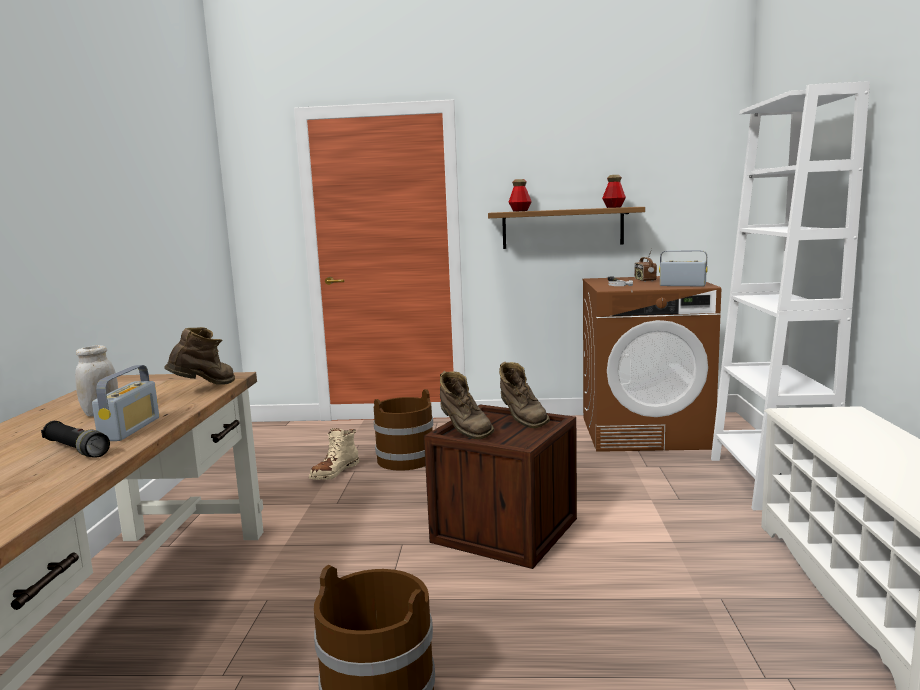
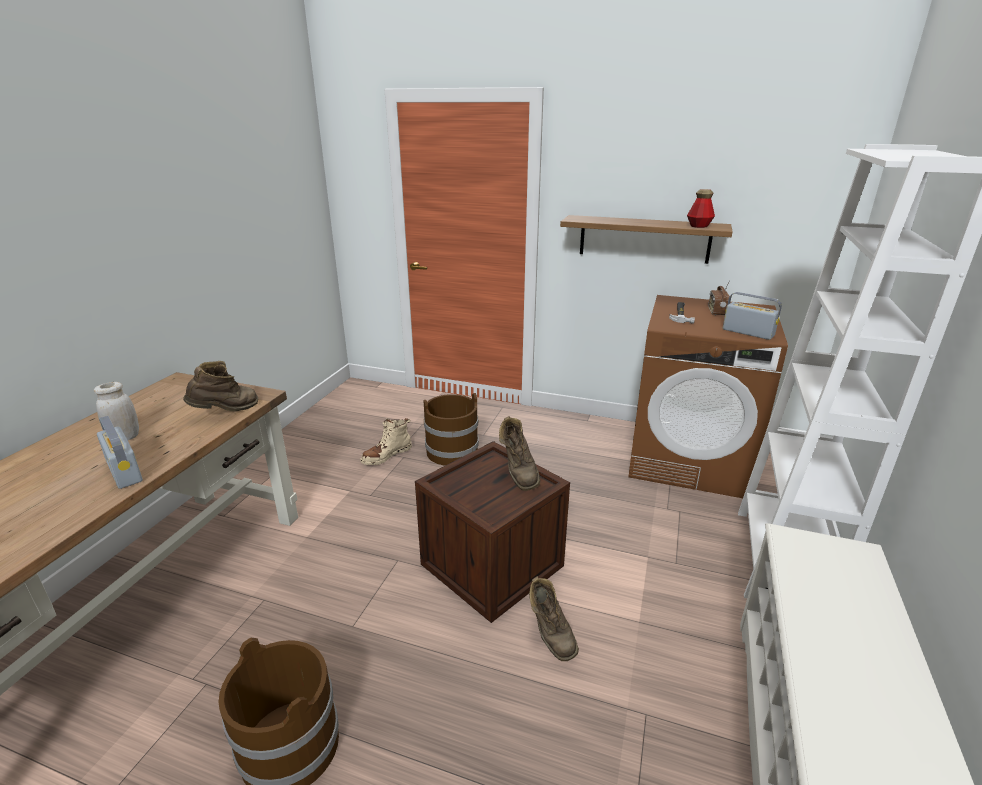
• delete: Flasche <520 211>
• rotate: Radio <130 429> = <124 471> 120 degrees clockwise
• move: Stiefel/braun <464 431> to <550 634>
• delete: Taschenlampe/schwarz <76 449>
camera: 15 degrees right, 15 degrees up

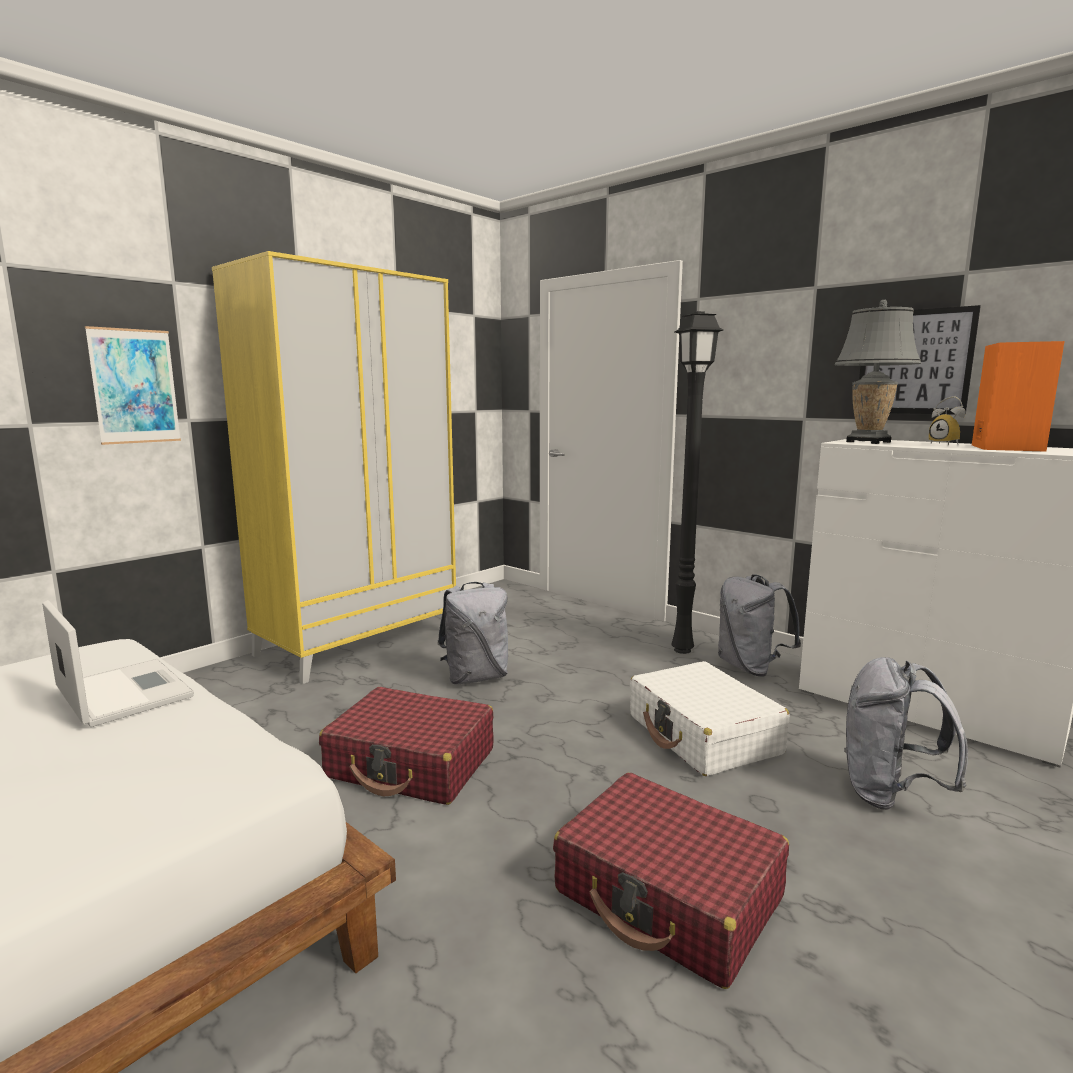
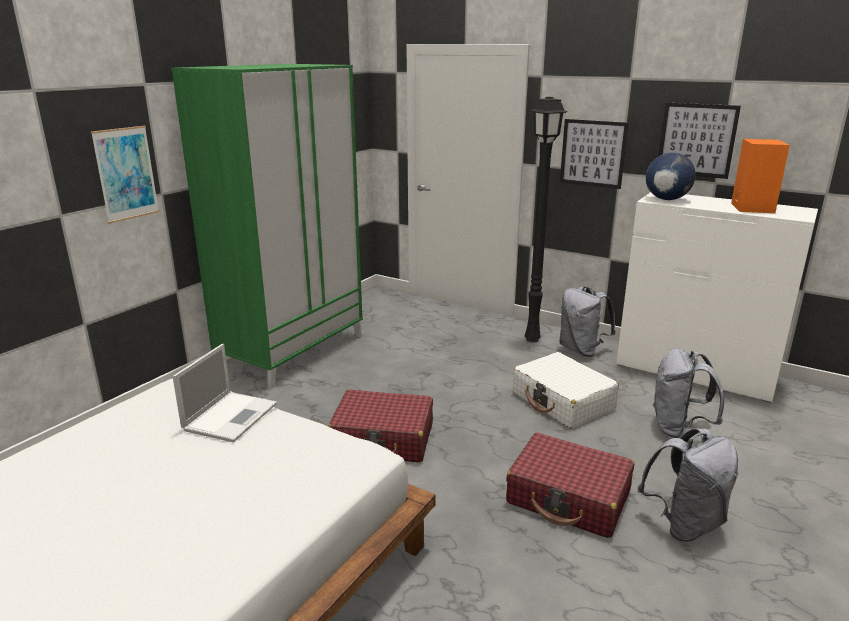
• recolor: Kleiderschrank/gelb <359 642> to Kleiderschrank/grün <292 351>
• replace: Tischlampe/grau <868 442> to Globus <666 199>
• delete: Wecker <946 444>
• move: Rucksack/grau <475 677> to <684 524>
• rotate: Laptop <122 692> = <231 416> 75 degrees clockwise
• insert: Bild <592 153>
camera: 10 degrees left, 10 degrees up

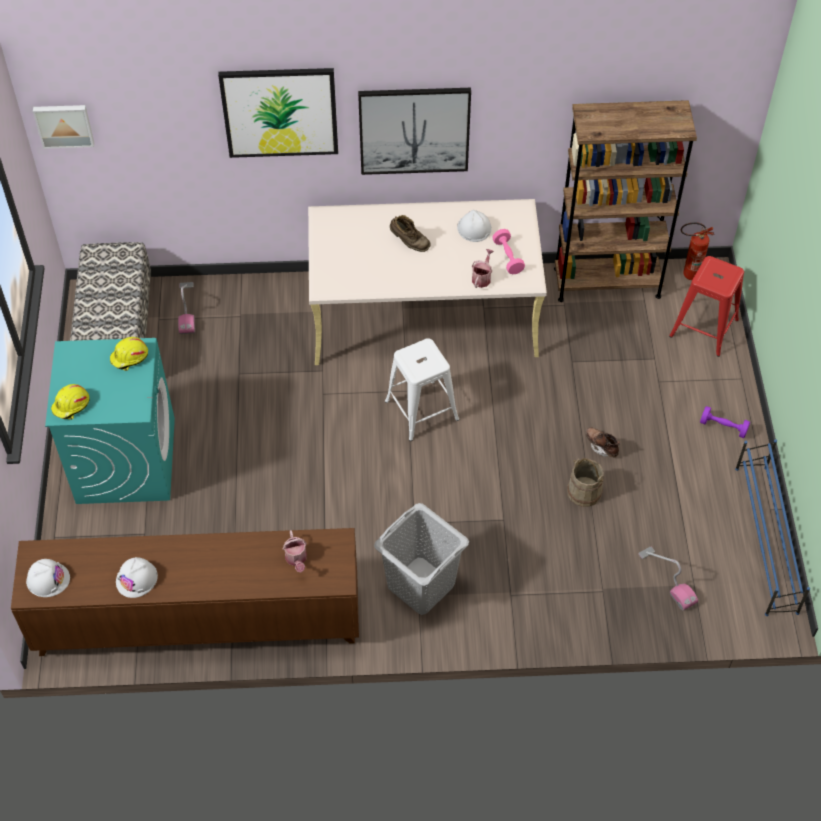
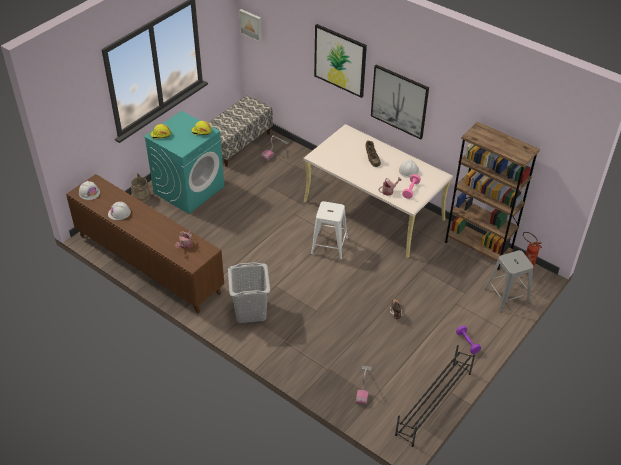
• recolor: Hocker/rot <704 328> to Hocker/grau <506 296>
• recolor: Schuhregal/blau <765 539> to Schuhregal/schwarz <433 403>
• move: Eimer/beige <584 492> to <141 196>
camera: 40 degrees right, 10 degrees down

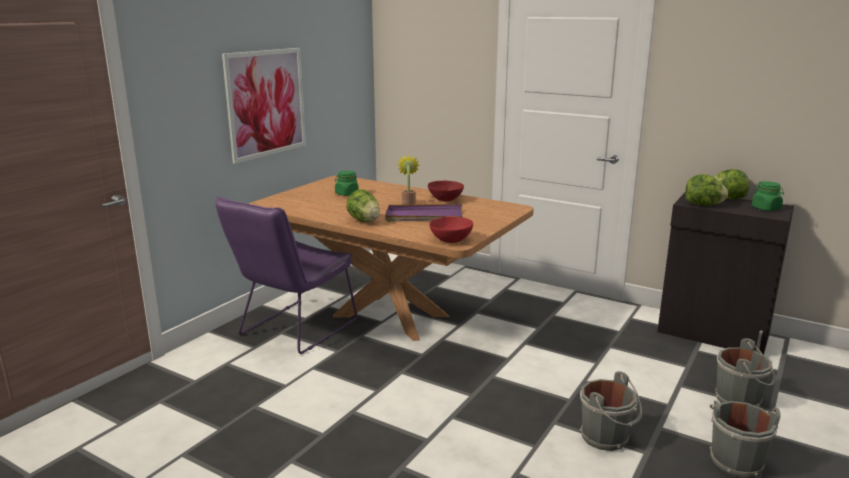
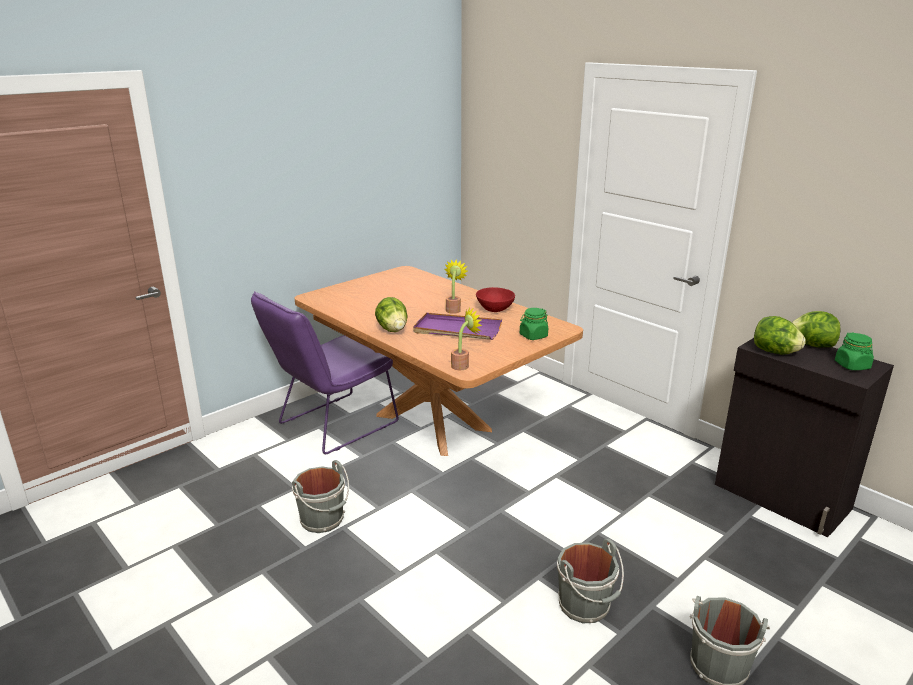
• delete: Bild <266 103>
• move: Vorratsglas/grün <346 194> to <533 336>
• replace: Schüssel/rot <450 240> to Topfpflanze <463 365>
• move: Eimer/grau <740 400> to <323 520>
camera: 15 degrees right, 5 degrees up

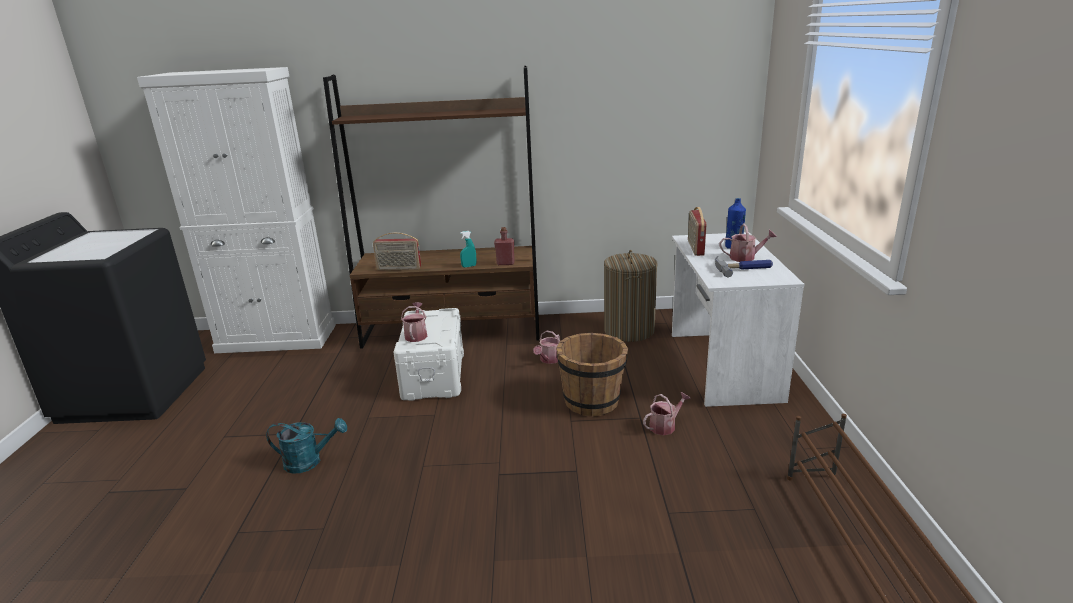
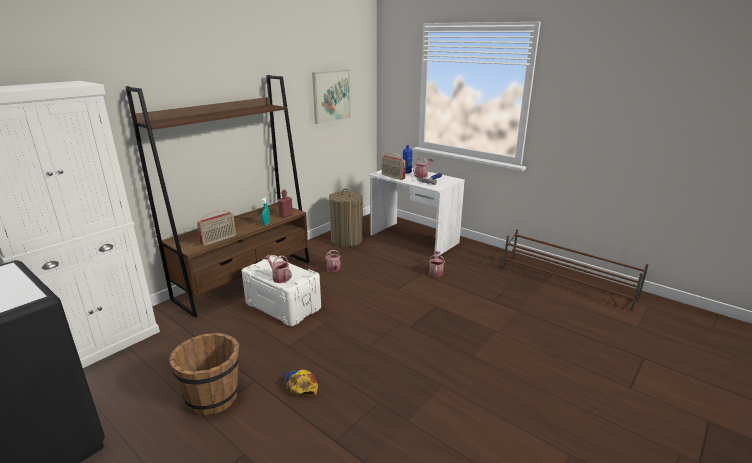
• move: Eimer/braun <592 401> to <213 396>
• replace: Gießkanne/türkis <309 461> to Kappe <301 385>
• insert: Bild <331 96>
camera: 50 degrees left, 0 degrees up

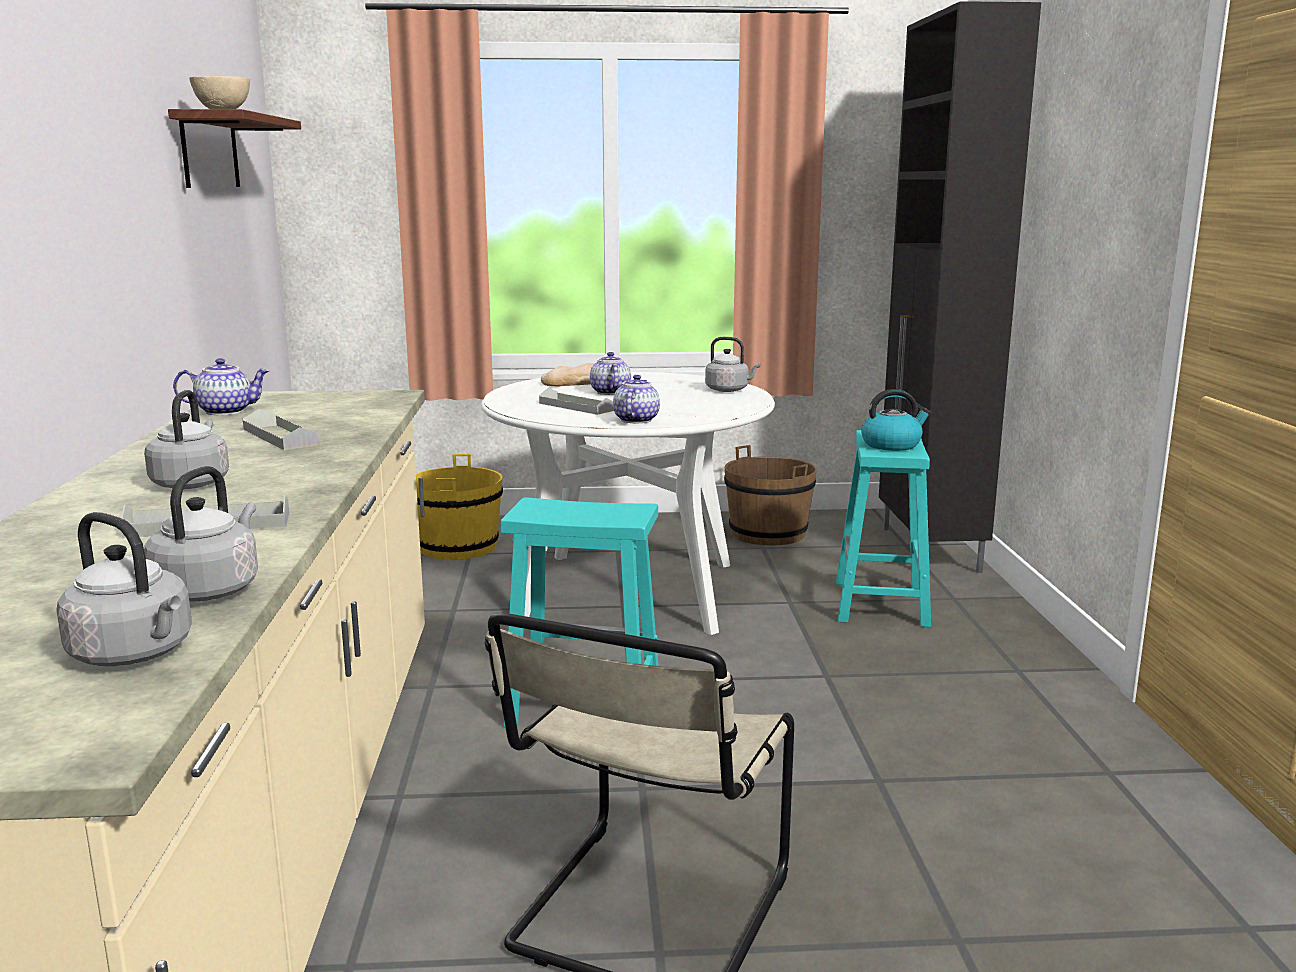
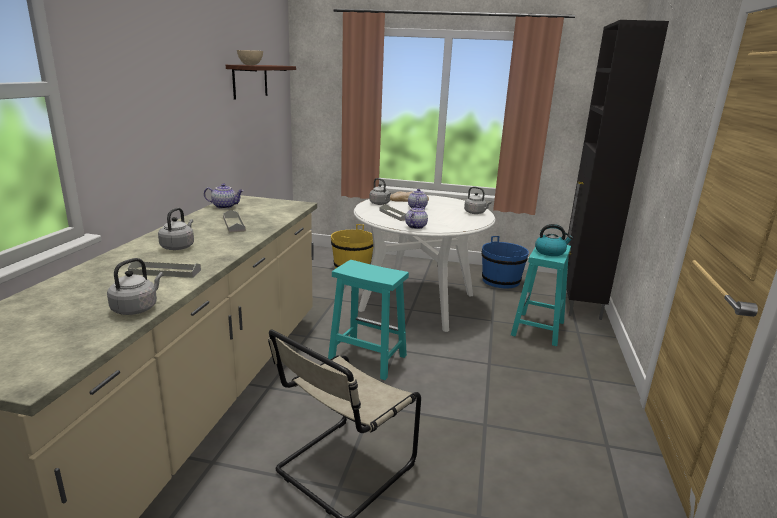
• recolor: Eimer/braun <768 534> to Eimer/blau <501 281>
• move: Wasserkessel/grau <135 654> to <380 204>
camera: 15 degrees right, 5 degrees up

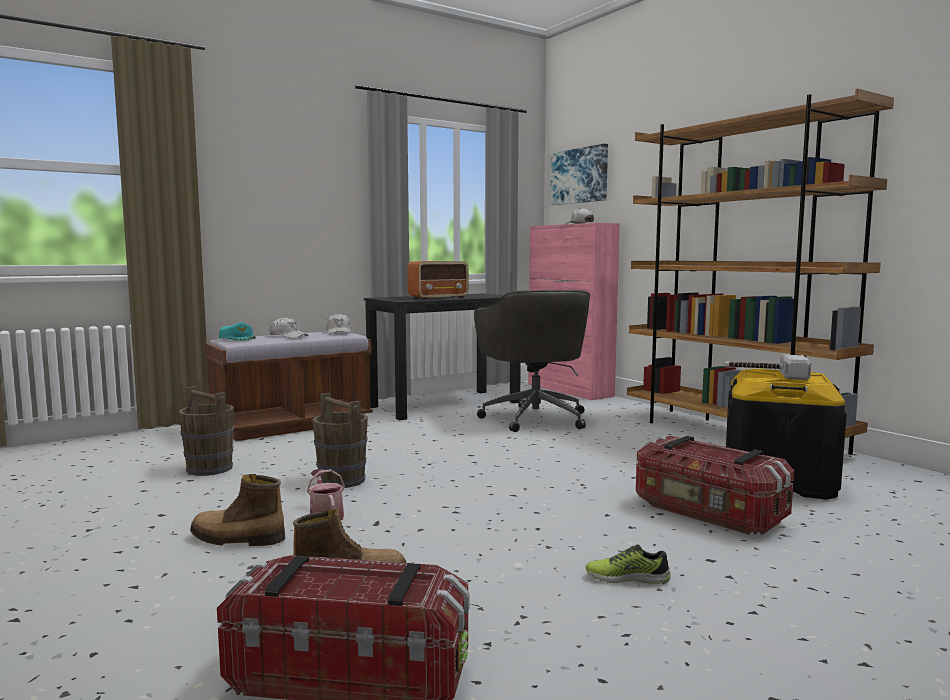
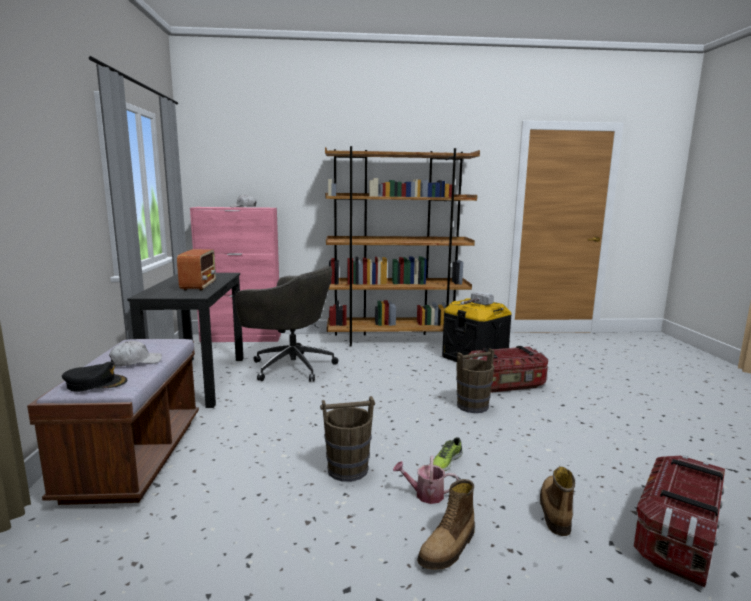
• delete: Bild <579 176>
• delete: Kappe/weiß <339 332>
• recolor: Kappe/türkis <237 338> to Kappe/schwarz <96 383>
• move: Eimer/braun <210 469> to <473 406>
• move: Schuh <627 577> to <446 461>
camera: 60 degrees left, 5 degrees up

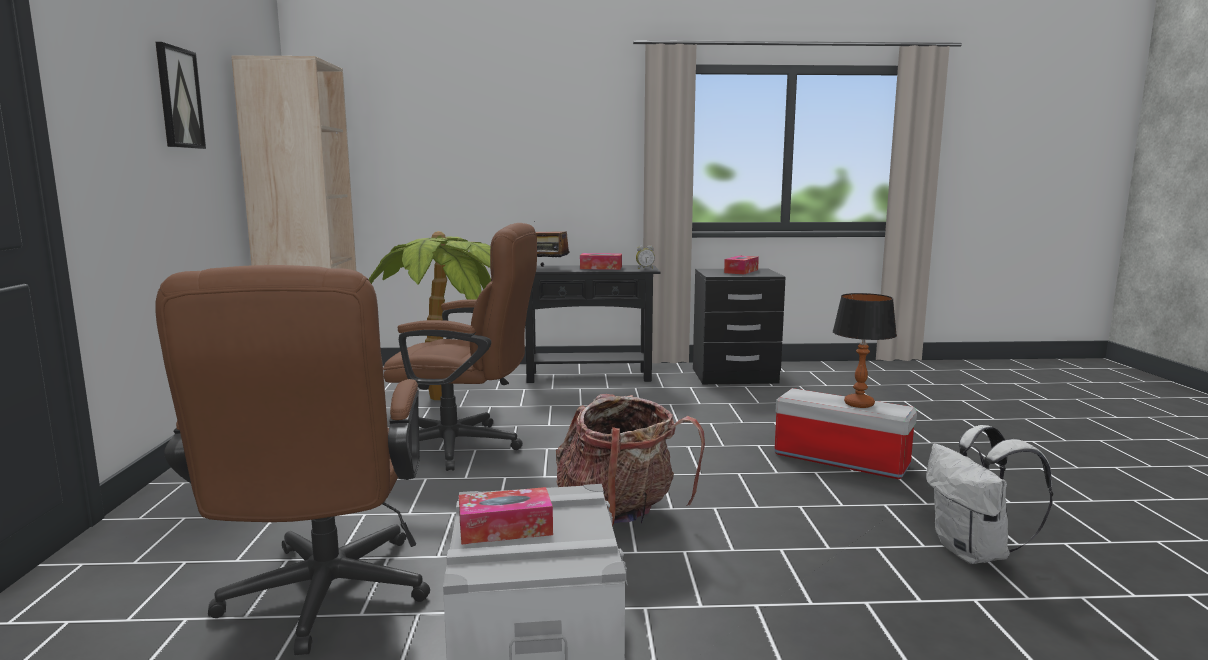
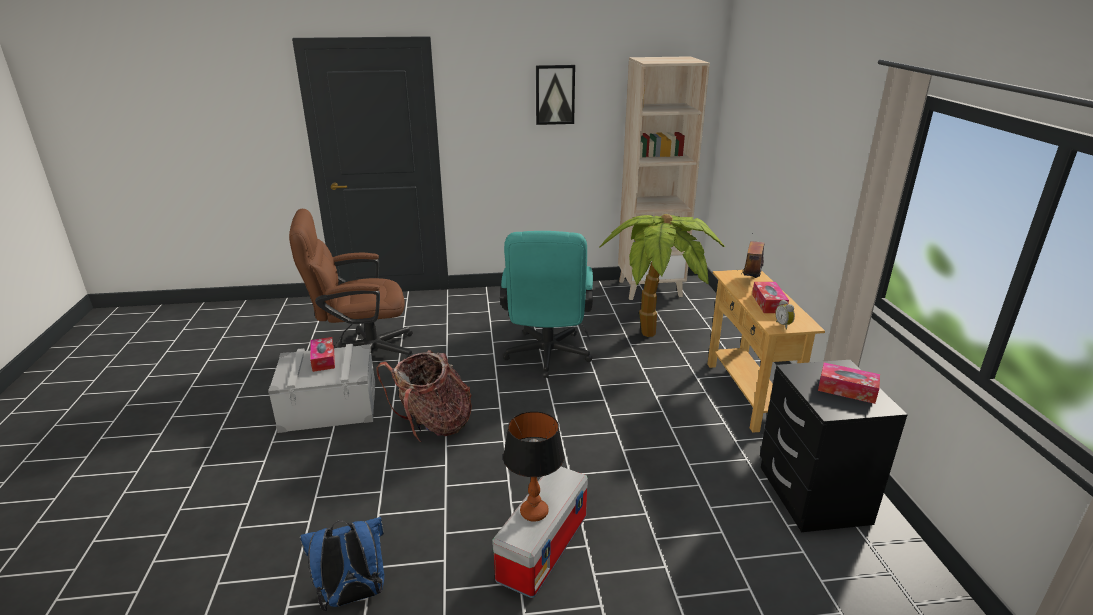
• recolor: Bürostuhl/braun <465 446> to Bürostuhl/türkis <547 358>
• recolor: Konsolentisch/schwarz <588 376> to Konsolentisch/beige <747 394>
• recolor: Rucksack/weiß <975 553> to Rucksack/blau <353 596>
camera: 85 degrees right, 15 degrees up

